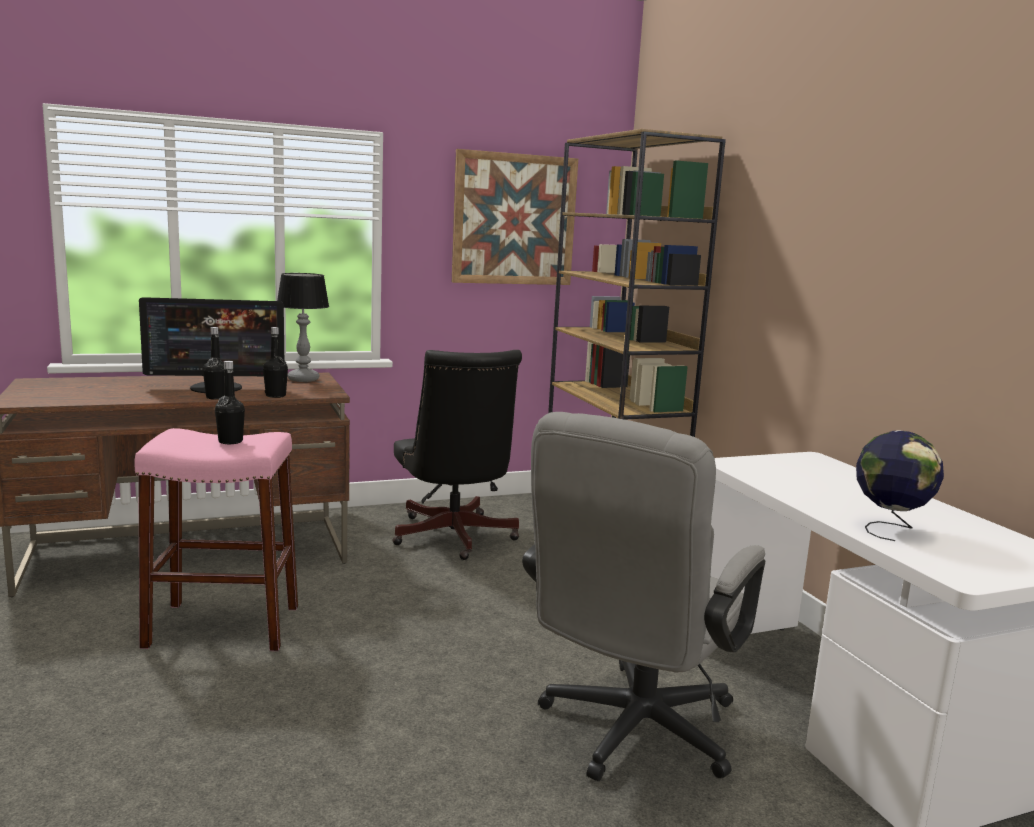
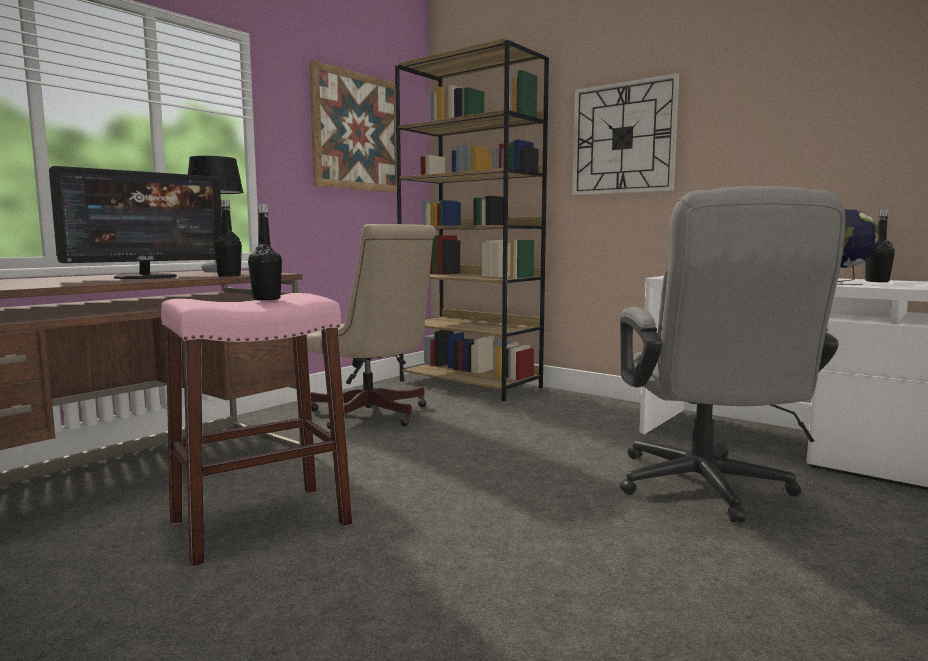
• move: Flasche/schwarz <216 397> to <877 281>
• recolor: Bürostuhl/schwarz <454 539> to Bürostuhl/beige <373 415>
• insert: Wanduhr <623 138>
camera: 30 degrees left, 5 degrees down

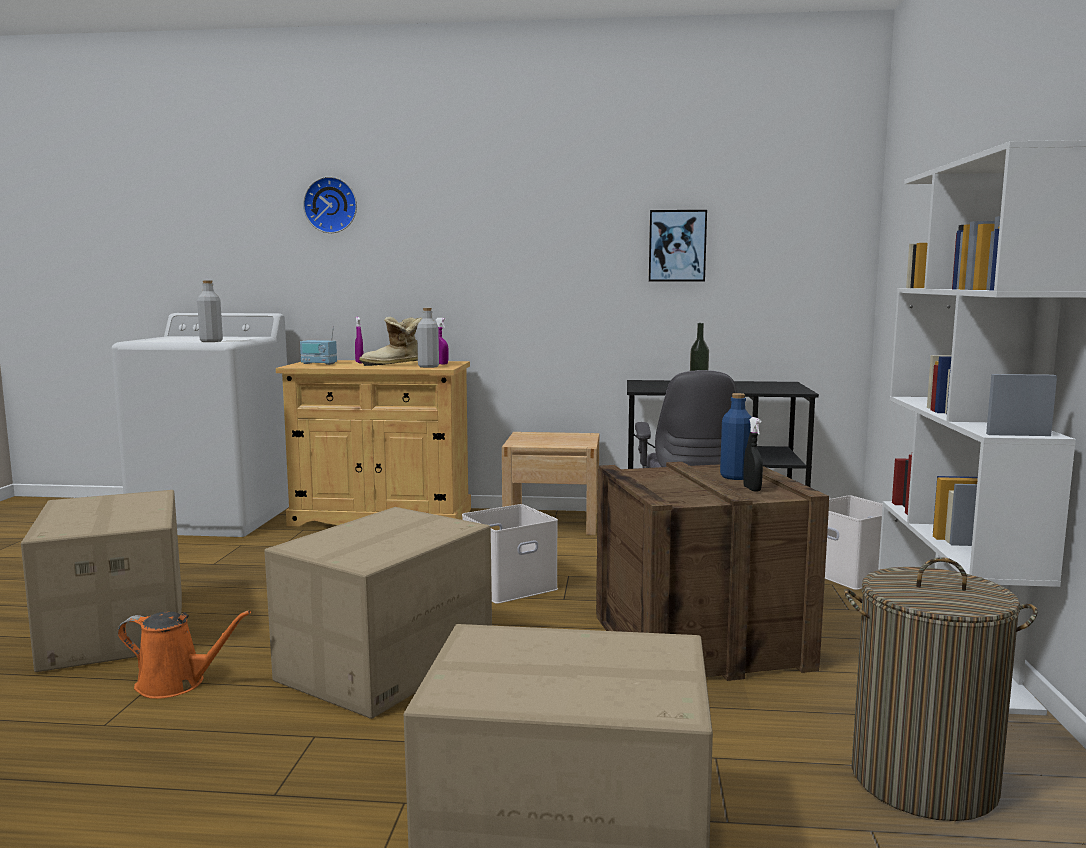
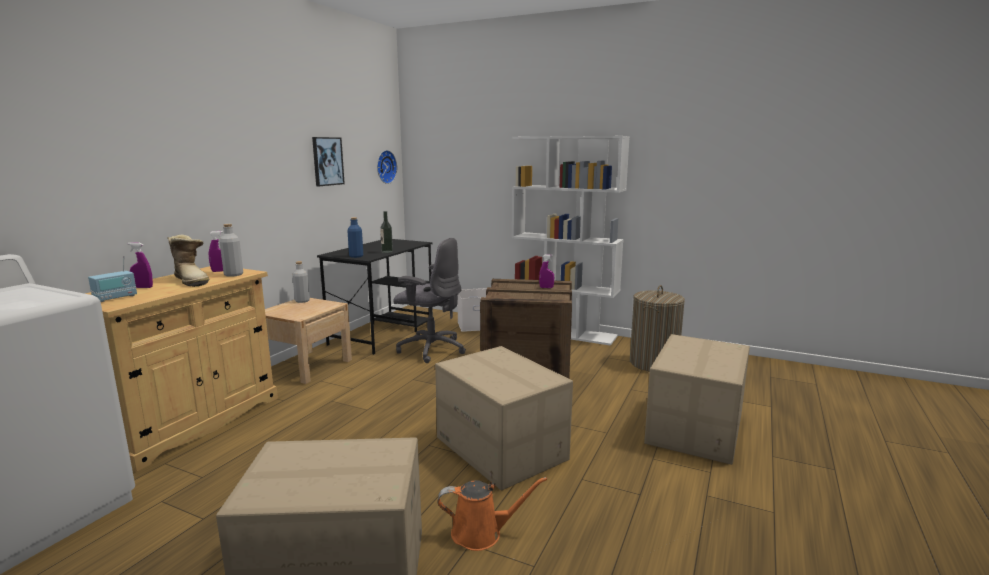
• move: Wanduhr <331 205> to <385 167>
• move: Flasche/grau <211 341> to <302 301>
• rotate: Stiefel <394 365> = <192 280> 45 degrees counterclockwise
• move: Flasche/blau <735 477> to <356 256>
• recolor: Sprühflasche/schwarz <752 489> to Sprühflasche/lila <546 287>
• delete: Aufbewahrungsbox/weiß <509 586>
• rotate: Gießkanne/orange <176 683> = <481 533> 60 degrees clockwise
camera: 70 degrees left, 5 degrees up

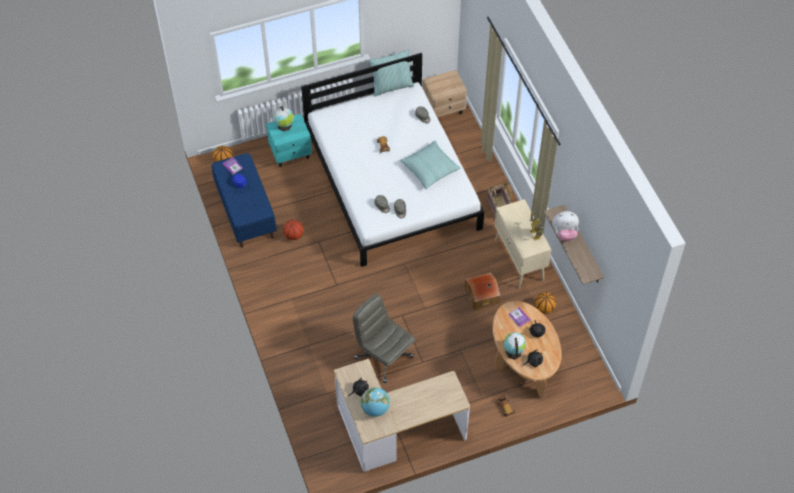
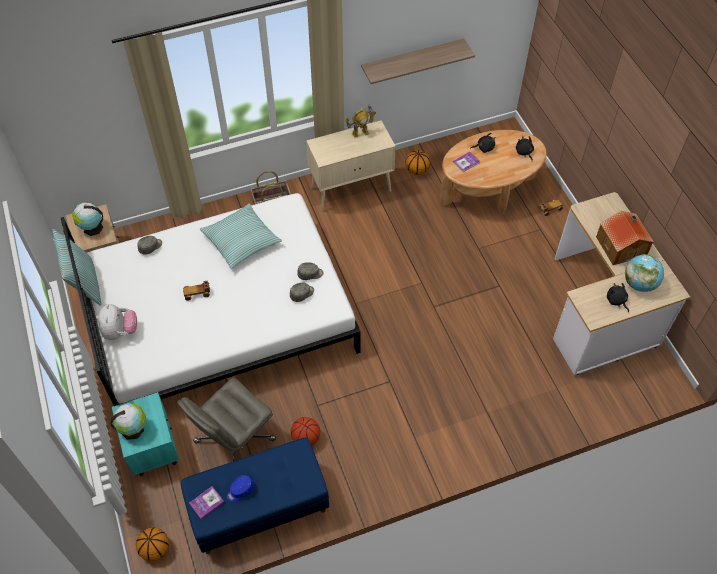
• move: Plüschtier <564 233> to <120 331>
• move: Spielzeughaus <482 296> to <621 245>
• move: Bürostuhl/grau <383 357> to <234 441>
• move: Globus <513 351> to <91 228>
camera: 90 degrees left, 0 degrees up

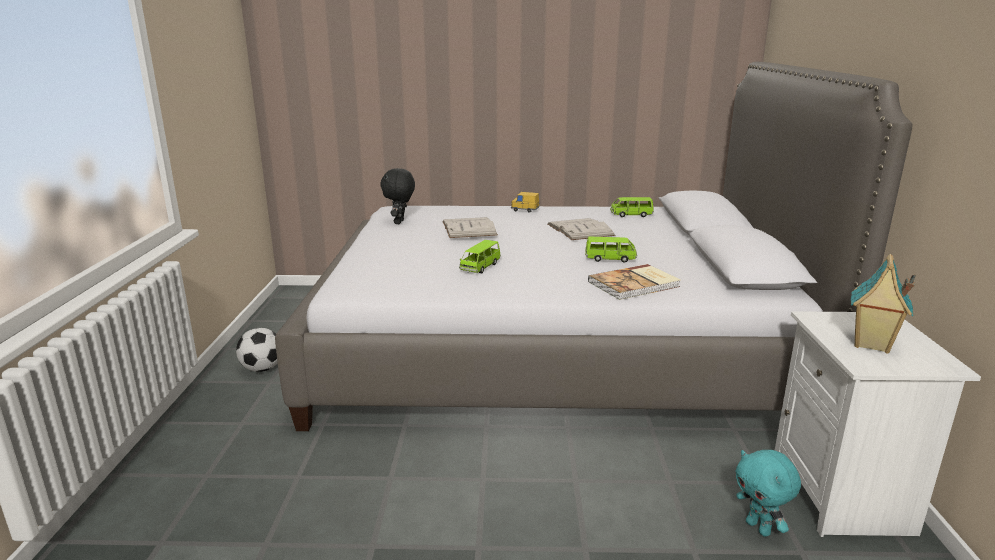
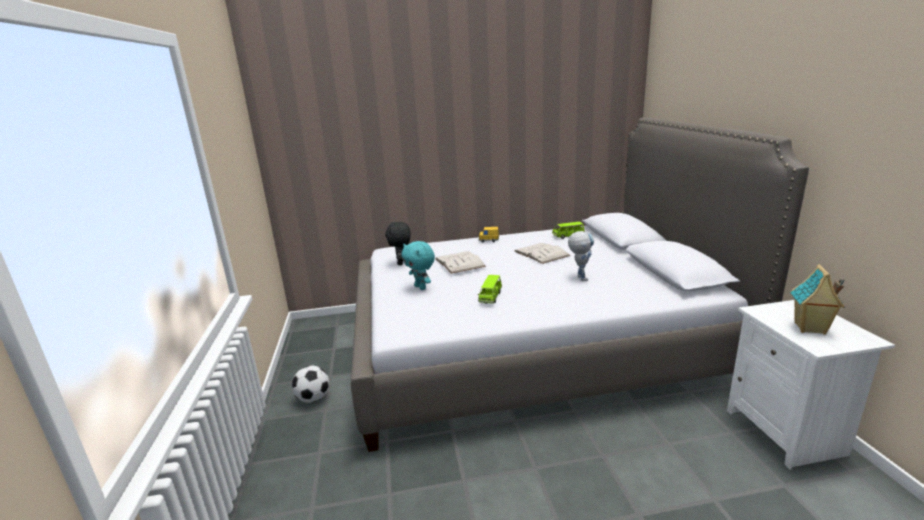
• replace: Spielzeugauto/grün <610 259> to Spielzeugroboter <579 277>
• delete: Buch <635 284>
• move: Plüschtier/türkis <759 528> to <421 287>
camera: 10 degrees left, 0 degrees up

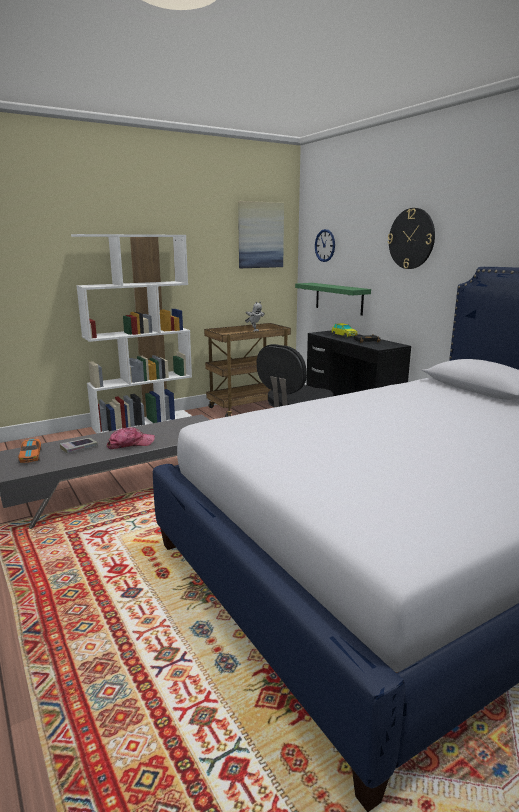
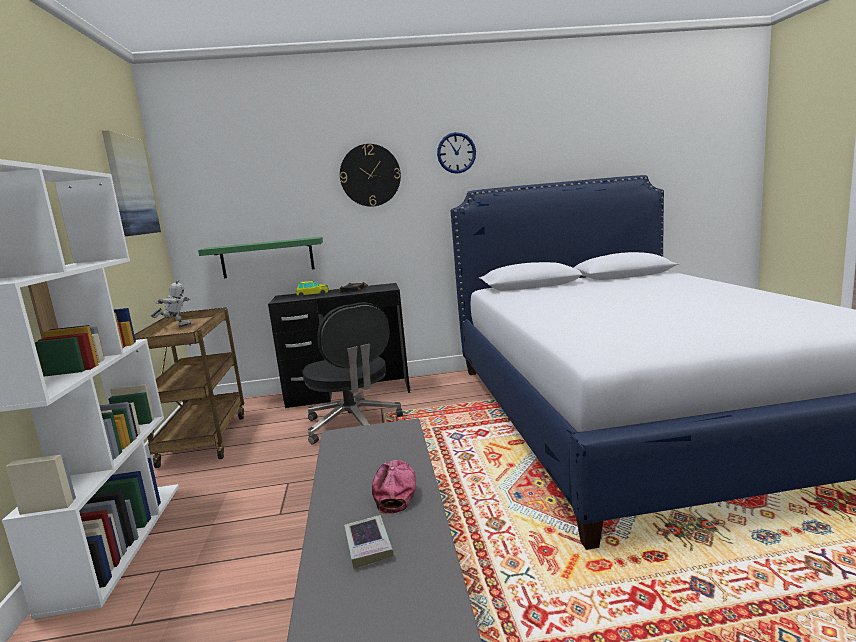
• move: Wanduhr <325 245> to <456 153>
• delete: Spielzeugauto <31 455>
camera: 65 degrees left, 5 degrees down

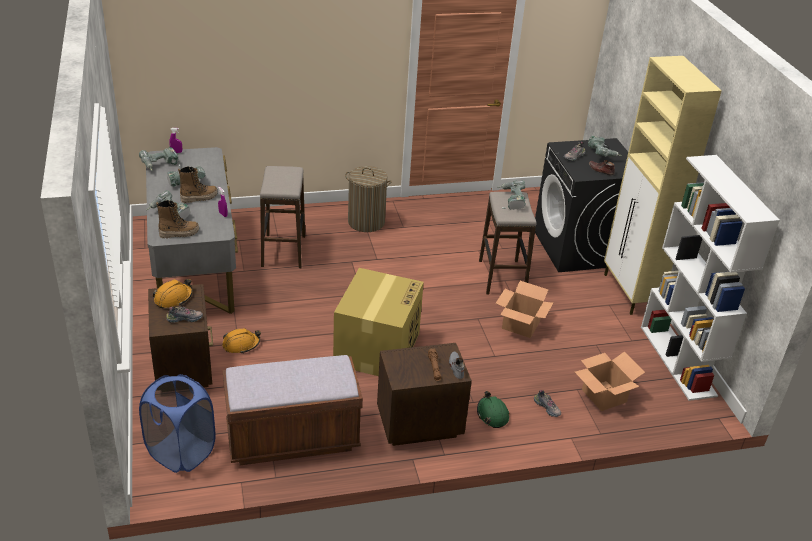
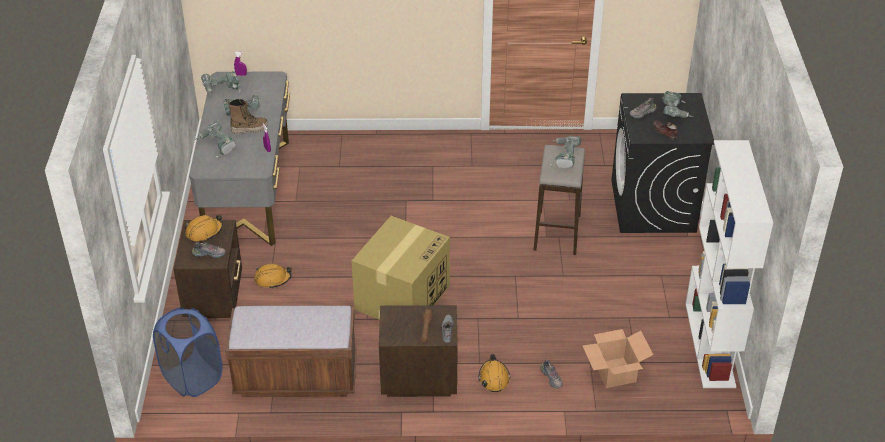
• delete: Schrank/beige <629 293>
• delete: Hocker <284 251>
• delete: Wäschekorb <366 222>
• delete: Stiefel <179 233>
• delete: Karton <521 325>
• recolor: Schutzhelm/grün <492 414> to Schutzhelm/orange <494 378>
camera: 15 degrees right, 5 degrees up

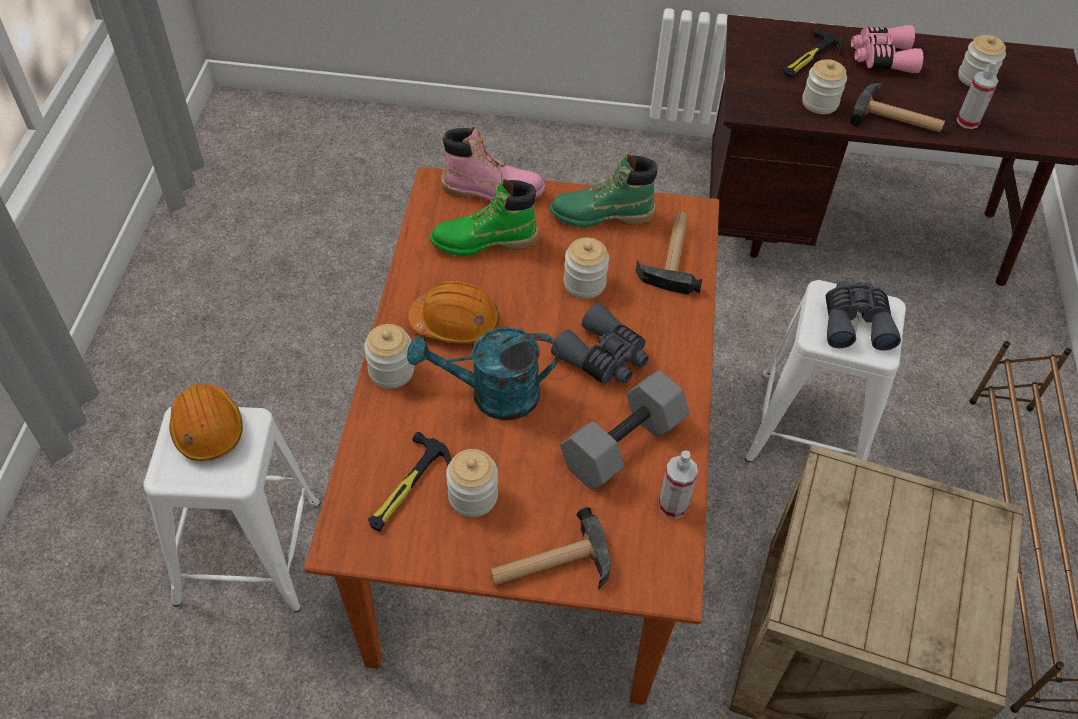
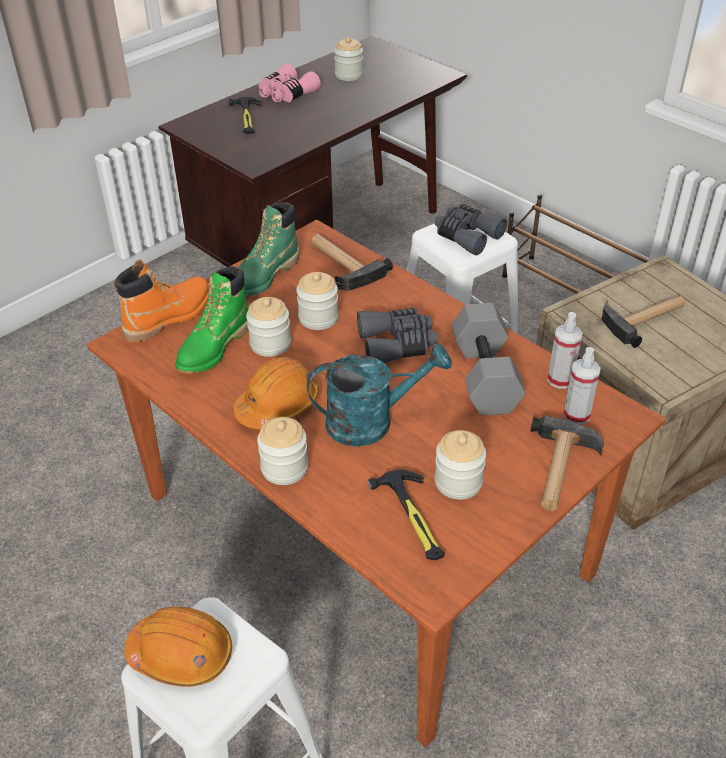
• move: Vorratsglas <820 103> to <270 344>
• move: Sprühflasche <968 121> to <576 415>
• move: Hammer <897 119> to <645 319>
• recolor: Stiefel/rosa <493 191> to Stiefel/orange <169 317>
• rotate: Gießkanne/türkis <492 395> = <371 421> 135 degrees counterclockwise
camera: 50 degrees left, 10 degrees down

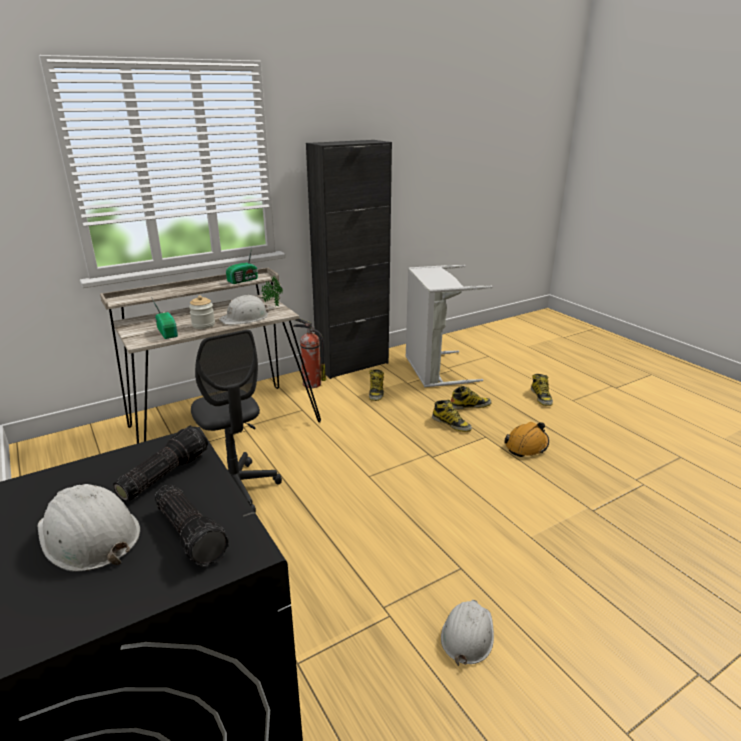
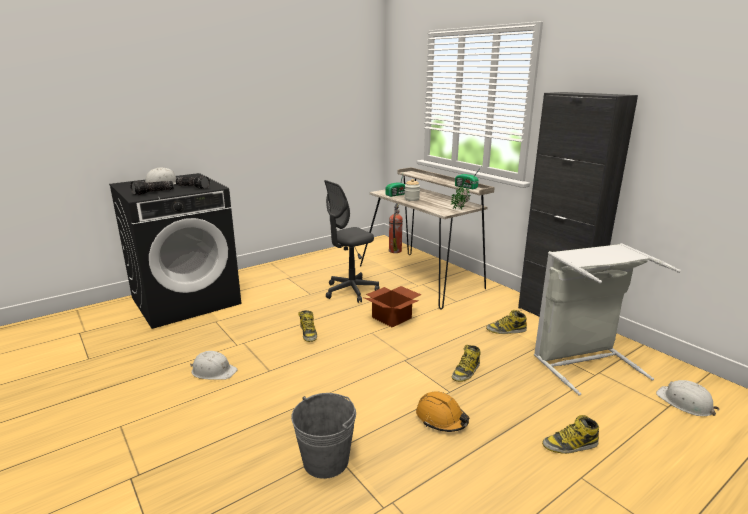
• move: Schutzhelm/weiß <245 318> to <685 402>
• move: Feuerlöscher <311 383> to <395 250>
• move: Stiefel <470 405> to <308 333>
• insert: Karton <393 317>
• insert: Eimer/grau <326 460>
camera: 85 degrees right, 5 degrees down

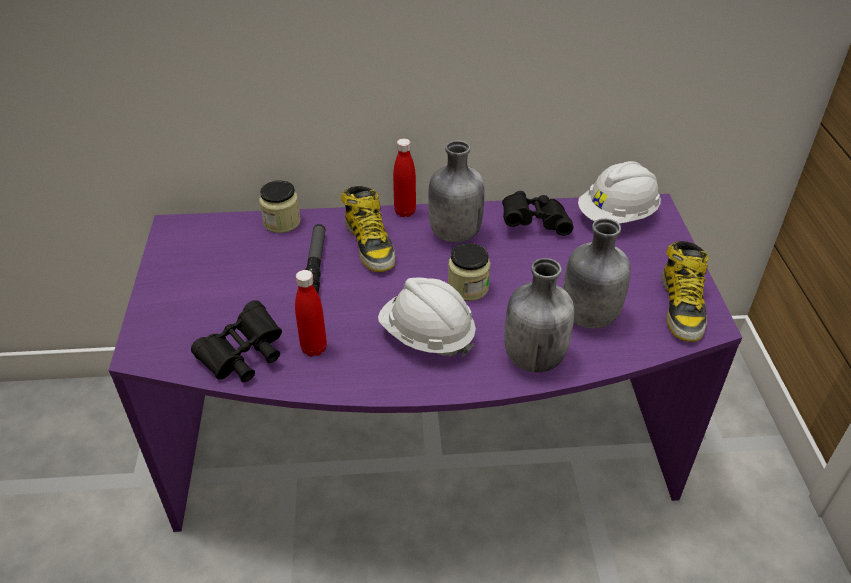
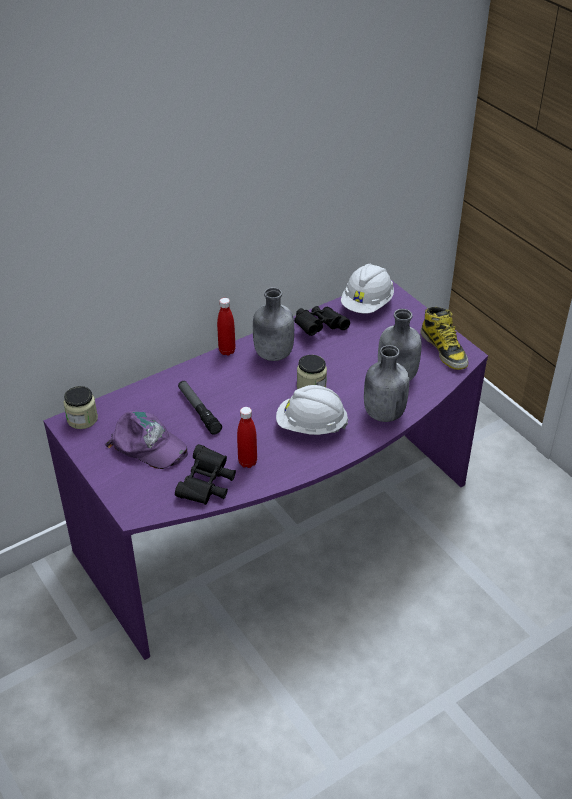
• move: Vorratsglas <282 222> to <82 419>
• delete: Stiefel <370 244>
• insert: Kappe/lila <148 446>
camera: 30 degrees left, 0 degrees up

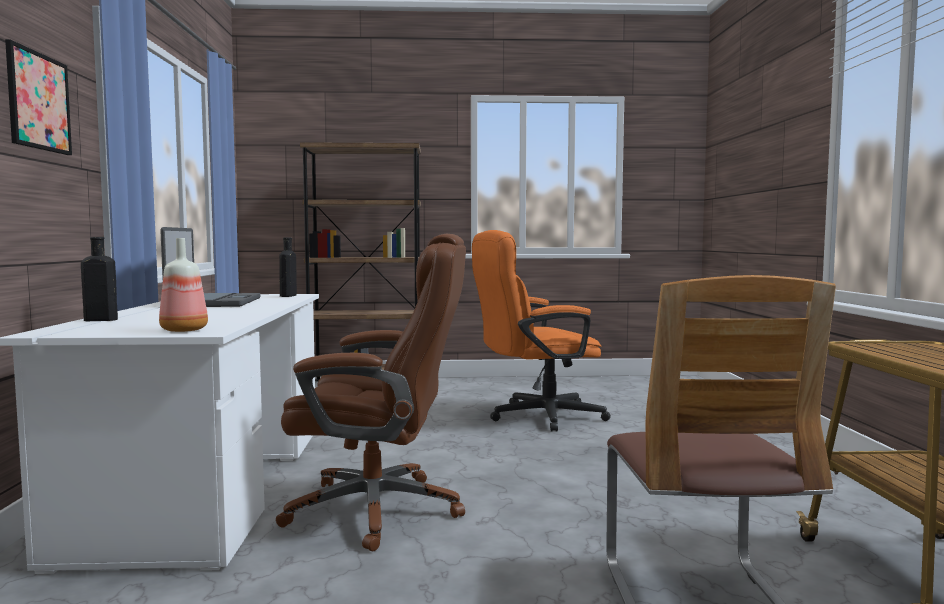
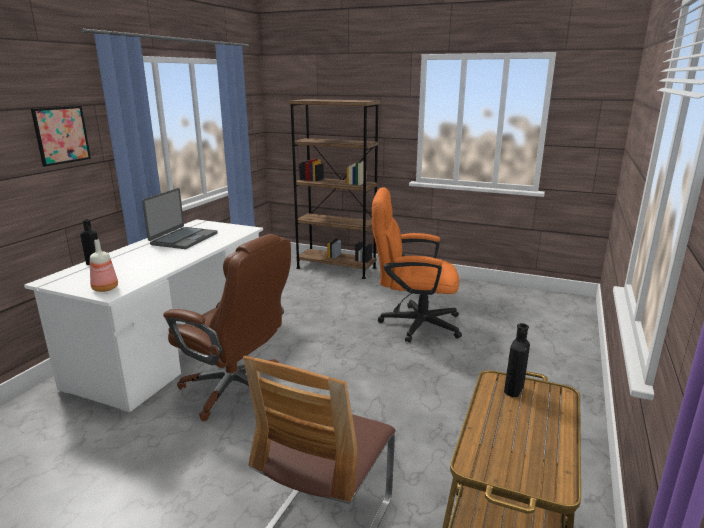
• move: Flasche/schwarz <287 296> to <513 391>
camera: 25 degrees right, 15 degrees up

